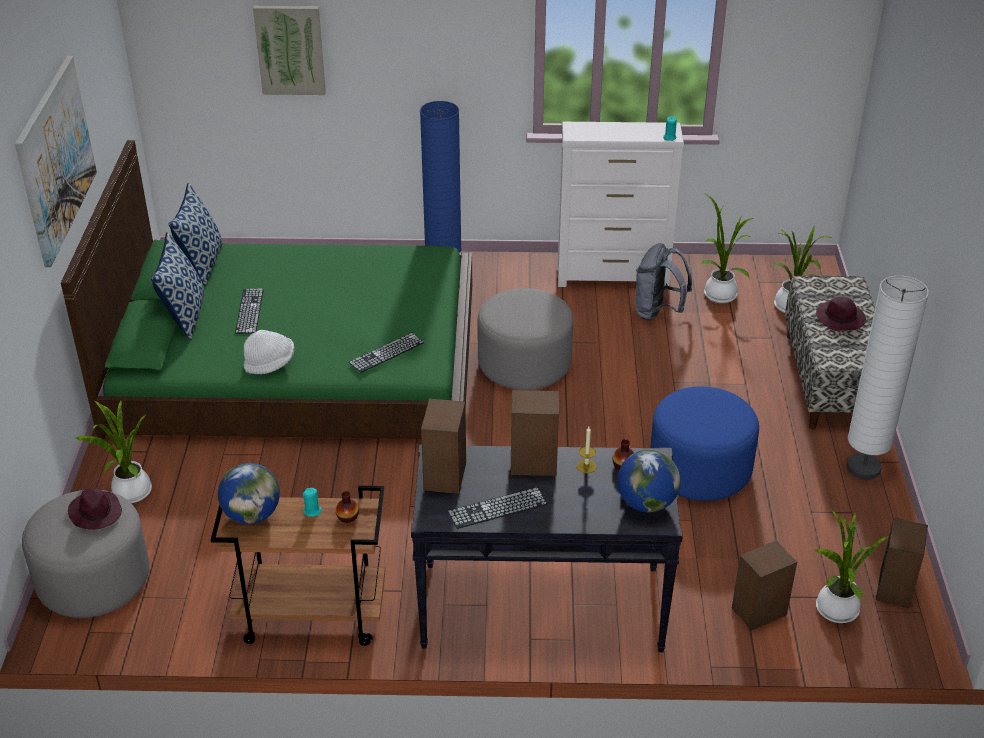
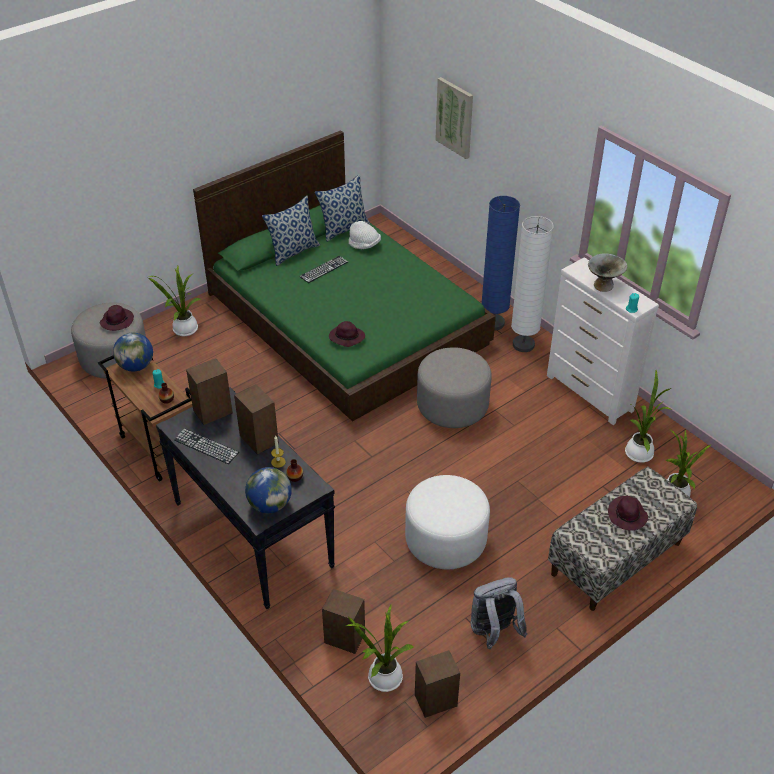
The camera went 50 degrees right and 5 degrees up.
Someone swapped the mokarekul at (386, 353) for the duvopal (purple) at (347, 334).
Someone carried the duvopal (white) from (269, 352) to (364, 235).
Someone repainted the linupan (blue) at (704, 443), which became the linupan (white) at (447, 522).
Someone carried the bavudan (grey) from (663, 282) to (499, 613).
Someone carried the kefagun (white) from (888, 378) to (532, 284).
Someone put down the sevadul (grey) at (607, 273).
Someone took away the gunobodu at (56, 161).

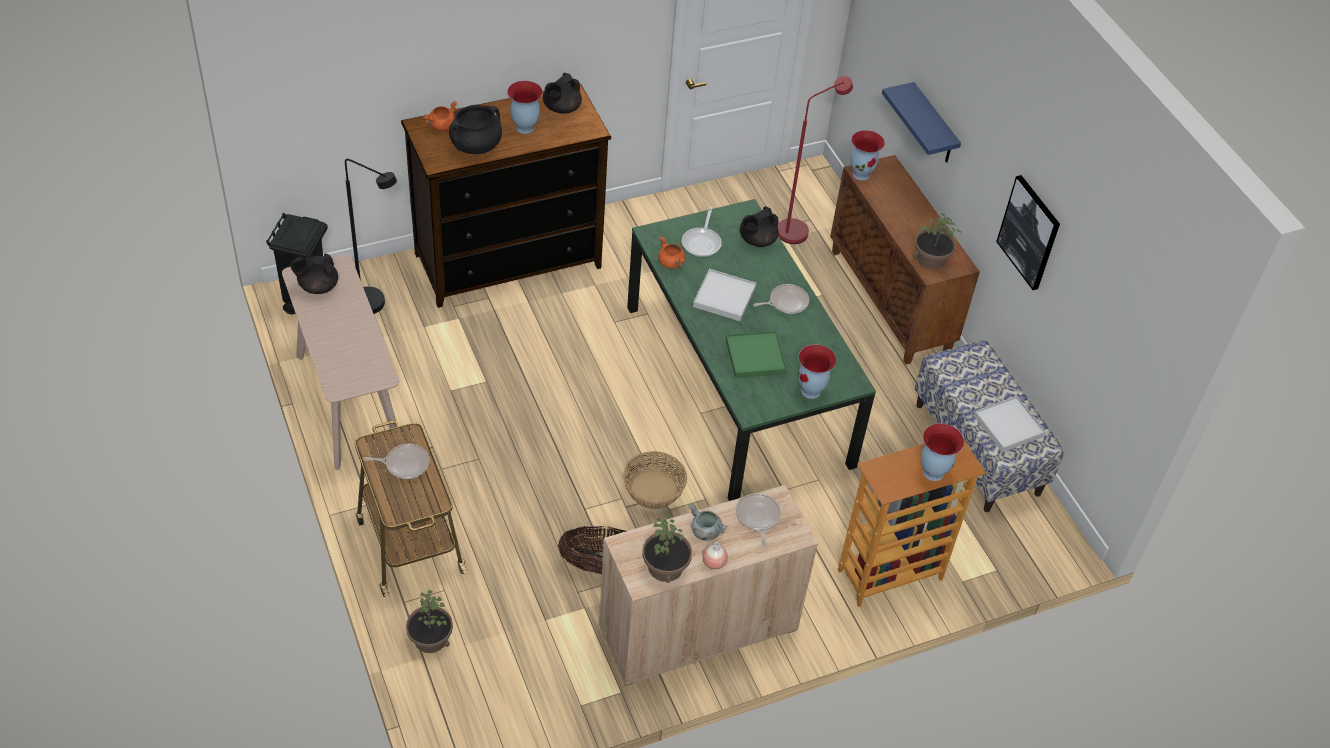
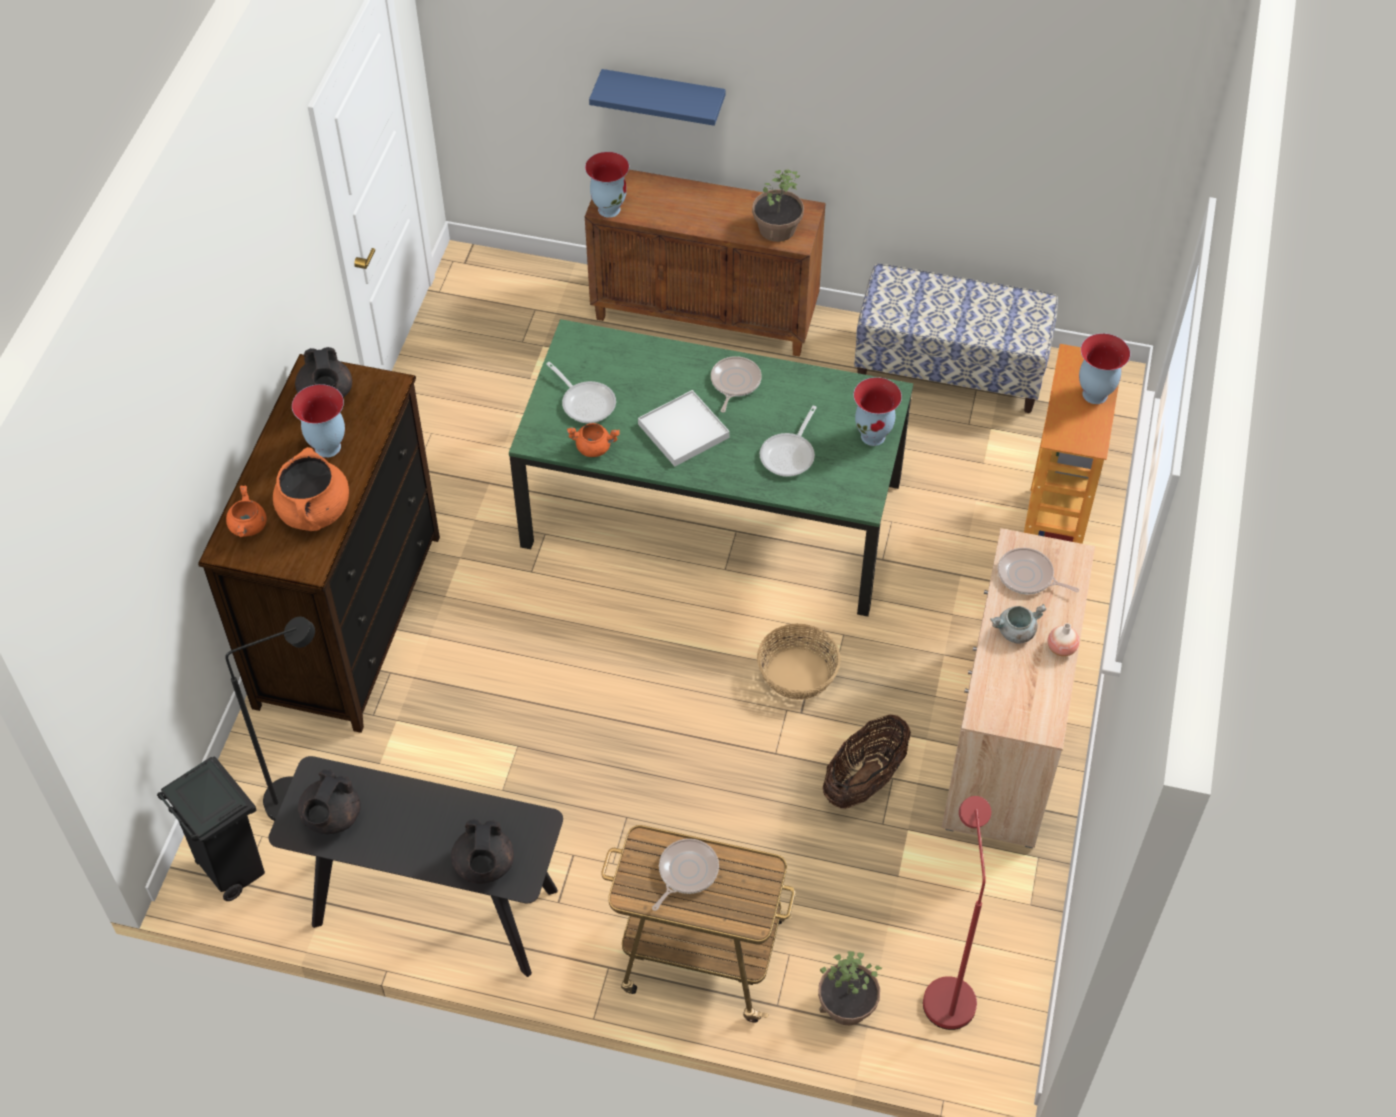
The camera went 50 degrees left and 5 degrees up.
Someone repainted the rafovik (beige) at (340, 362), which became the rafovik (black) at (416, 866).
Someone repainted the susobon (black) at (475, 129), which became the susobon (orange) at (311, 489).
Someone carried the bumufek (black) from (759, 226) to (482, 851).
Someone swapped the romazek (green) at (756, 354) for the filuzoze at (788, 441).
Someone carried the kefagun (red) from (815, 160) to (957, 913).
Someone took away the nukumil at (667, 549).
Someone took away the romazek (white) at (1010, 424).
Someone took away the gunobodu at (1028, 232).

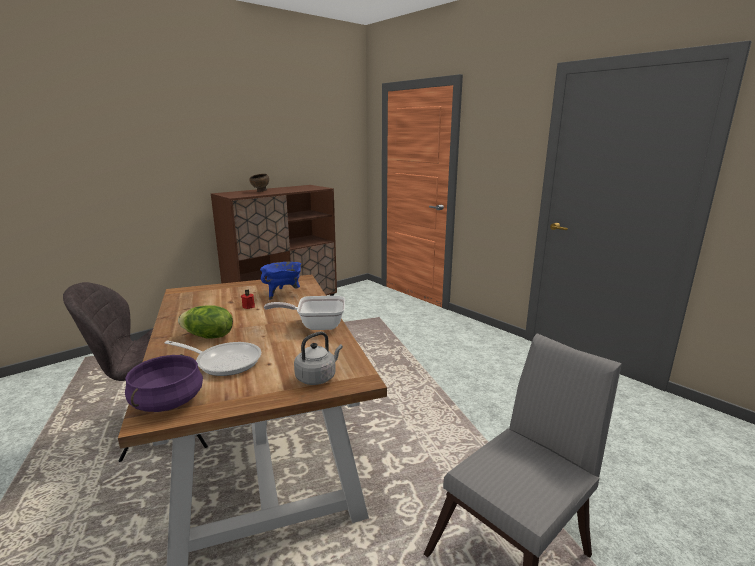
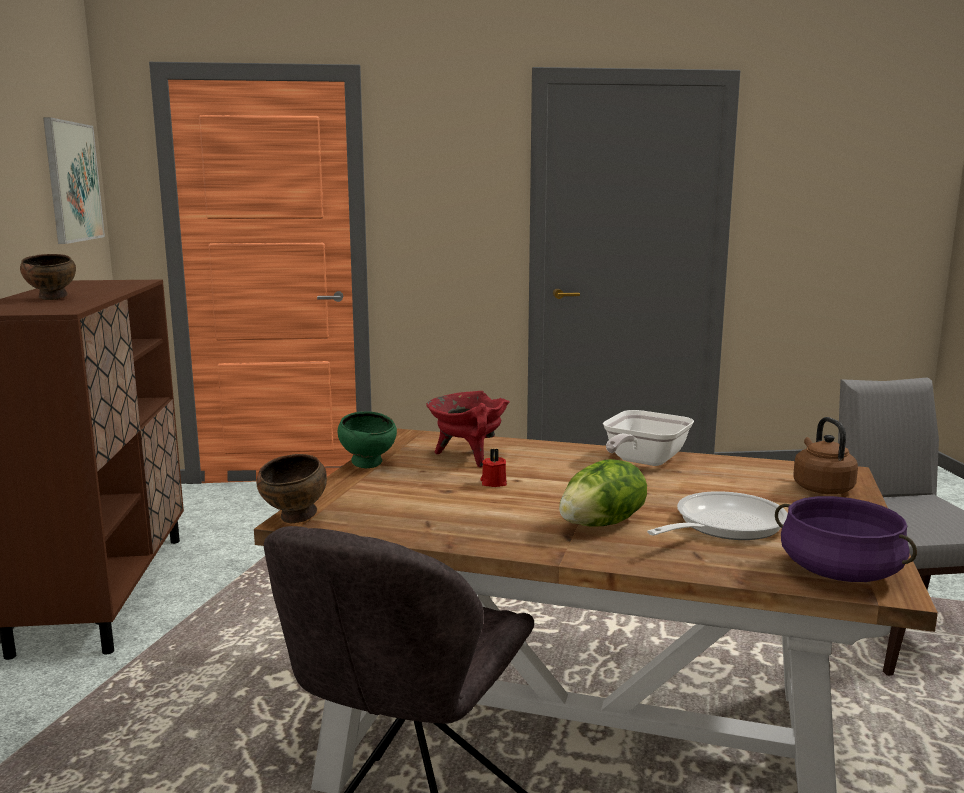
The camera went 55 degrees left and 5 degrees down.
Someone put up the gunobodu at (74, 180).
Someone put down the sevadul (brown) at (291, 488).
Someone put down the sevadul (green) at (367, 440).
Someone repainted the susobon (blue) at (280, 281), which became the susobon (red) at (468, 429).
Someone repainted the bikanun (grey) at (318, 358), which became the bikanun (brown) at (825, 455).

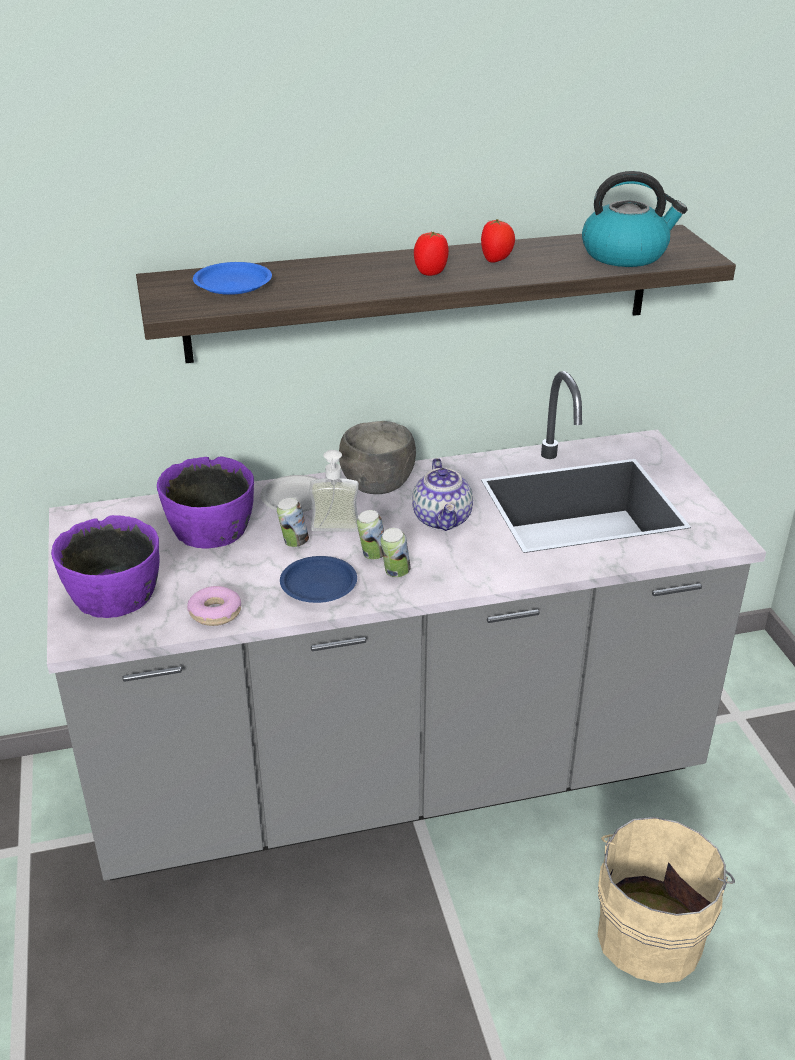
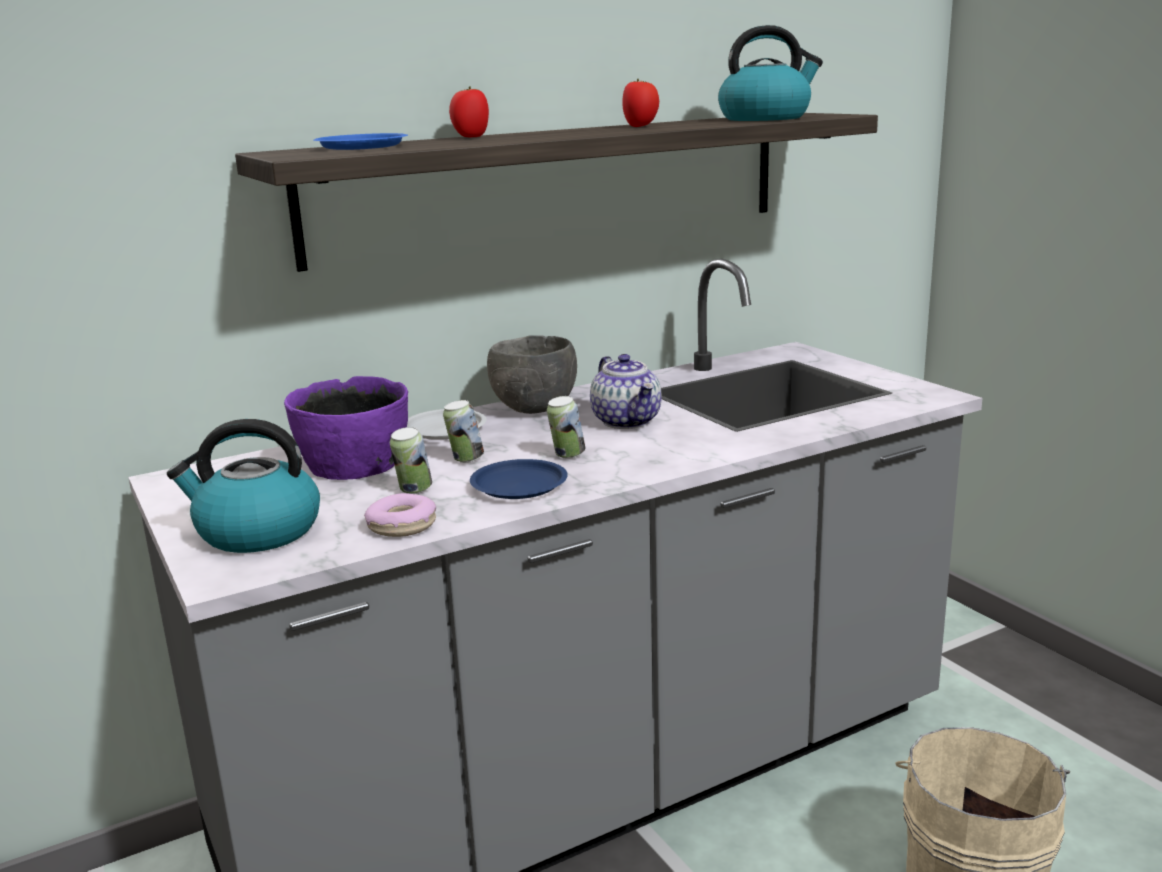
The camera went 15 degrees left and 15 degrees down.
Someone swapped the sevadul (purple) at (105, 566) for the bikanun at (243, 486).
Someone carried the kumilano from (395, 552) to (411, 460).
Someone carried the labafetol from (431, 254) to (469, 112).
Someone took away the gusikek at (334, 491).

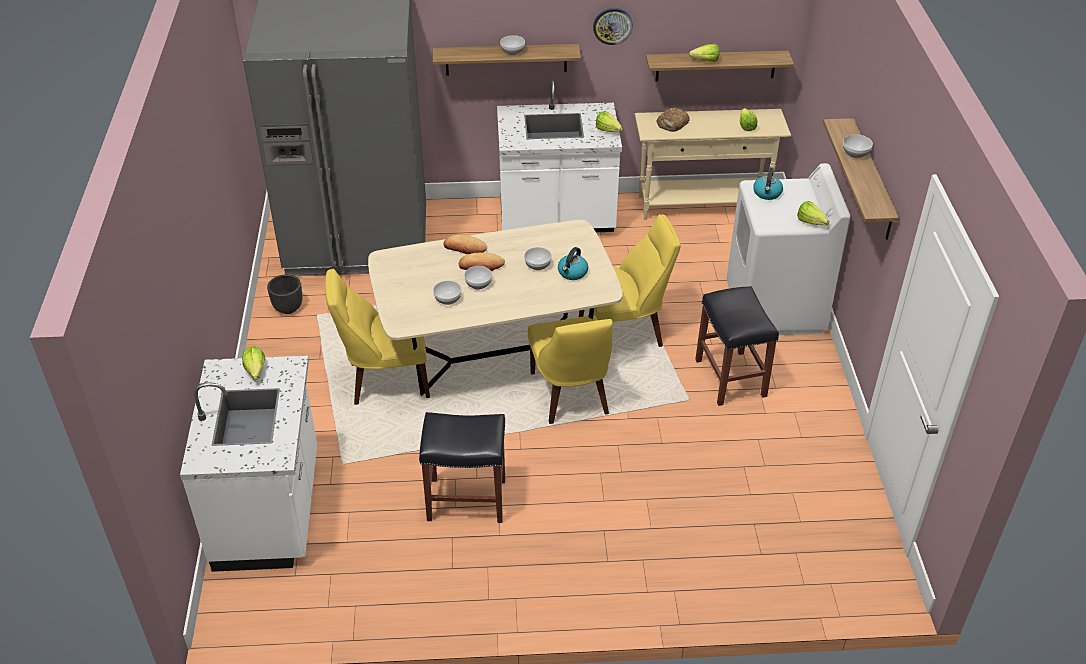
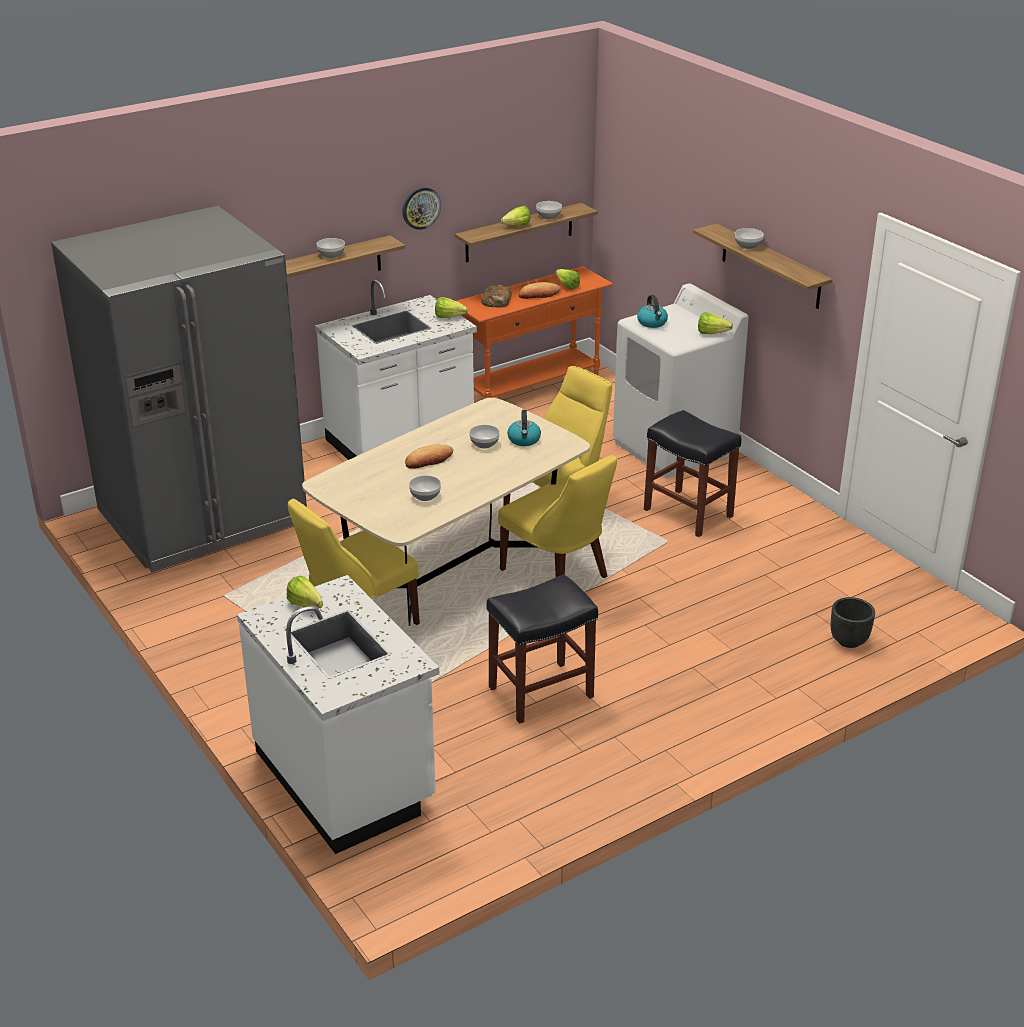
The camera went 30 degrees left and 10 degrees down.
Someone repainted the rafovik (beige) at (713, 164), which became the rafovik (orange) at (535, 332).
Someone carried the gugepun from (465, 244) to (540, 290).
Someone carried the sevadul from (478, 278) to (549, 210).
Someone carried the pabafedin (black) from (284, 294) to (853, 622).

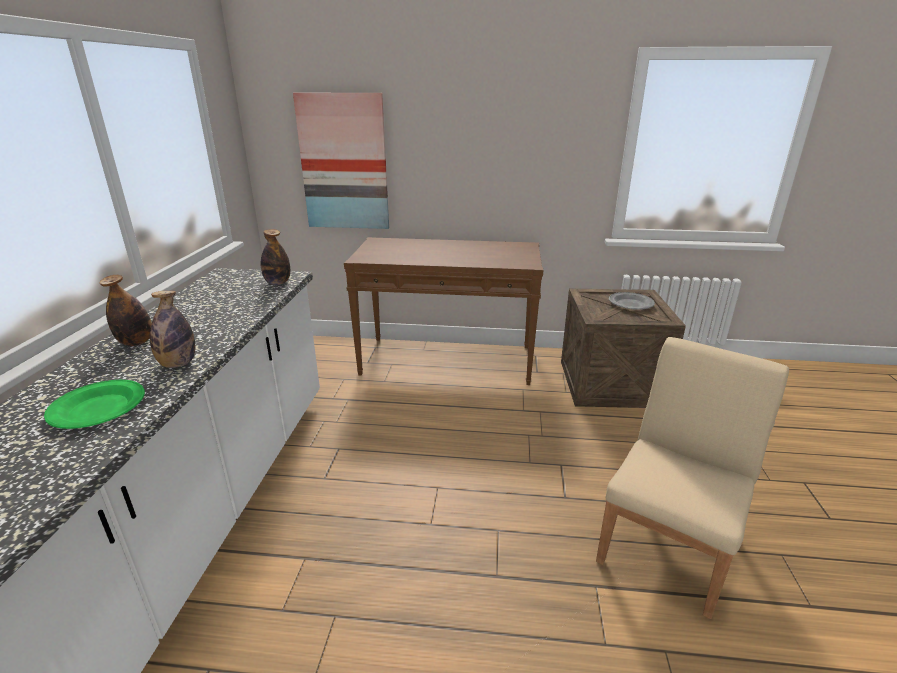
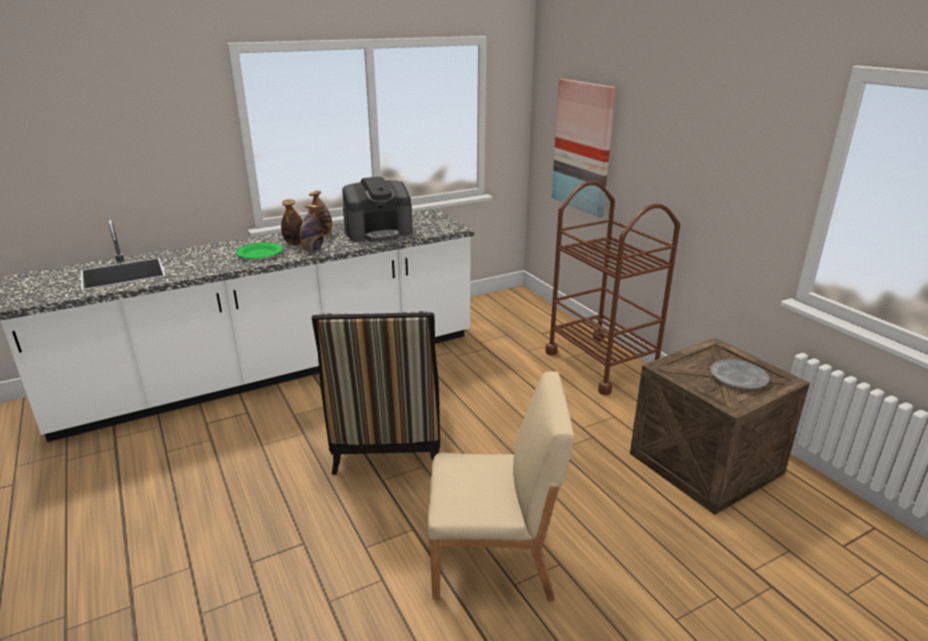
The camera went 55 degrees right and 0 degrees up.
Someone carried the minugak from (275, 257) to (292, 222).
Someone put down the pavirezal at (376, 393).
Someone put down the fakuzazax at (377, 209).
Someone swapped the rafovik (brown) at (443, 311) for the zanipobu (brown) at (612, 288).

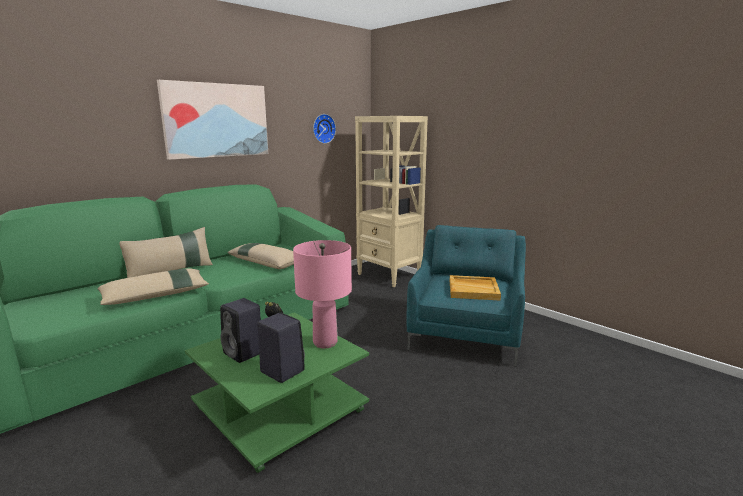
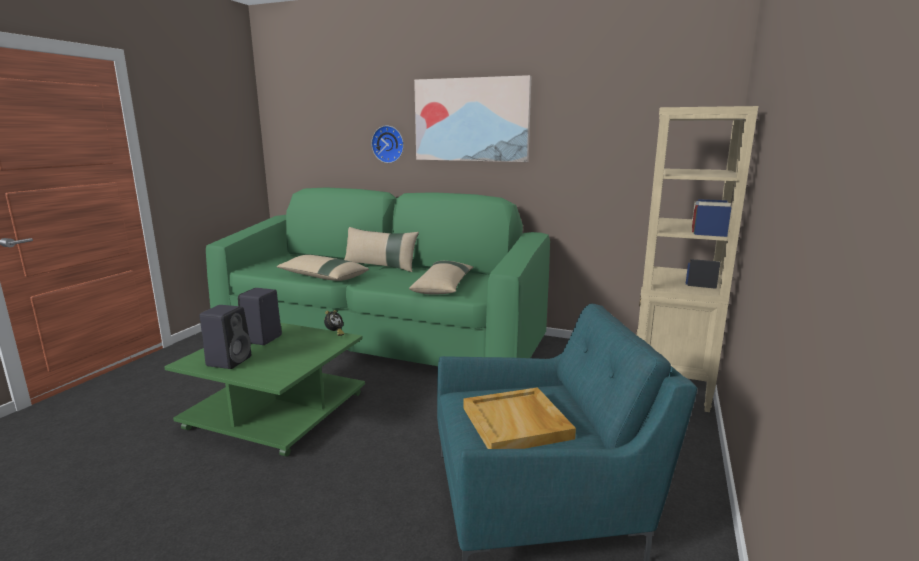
The camera went 65 degrees right and 0 degrees up.
Someone carried the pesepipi from (324, 129) to (387, 144).
Someone took away the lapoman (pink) at (322, 294).

